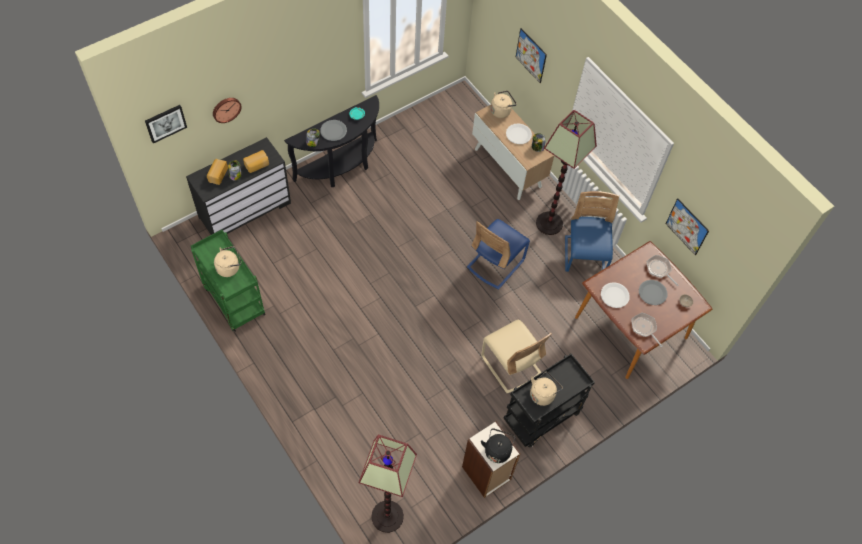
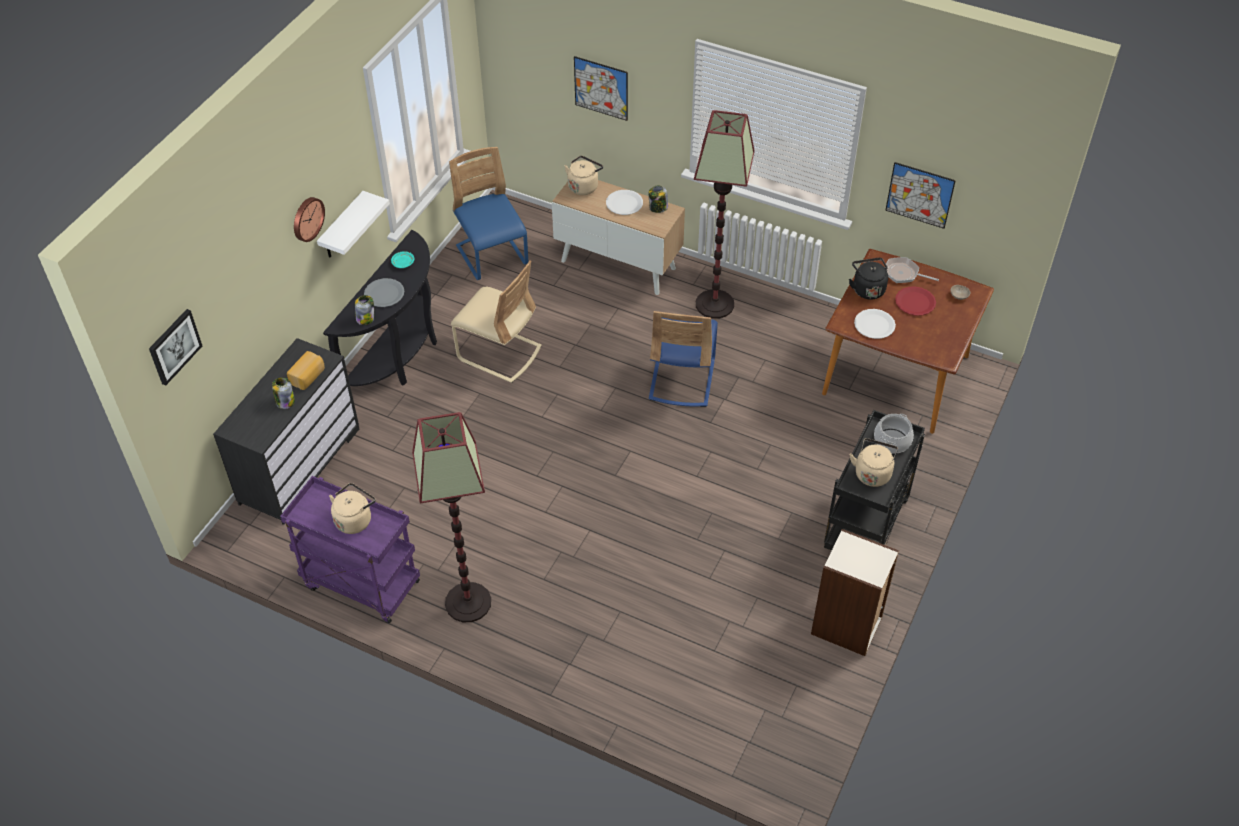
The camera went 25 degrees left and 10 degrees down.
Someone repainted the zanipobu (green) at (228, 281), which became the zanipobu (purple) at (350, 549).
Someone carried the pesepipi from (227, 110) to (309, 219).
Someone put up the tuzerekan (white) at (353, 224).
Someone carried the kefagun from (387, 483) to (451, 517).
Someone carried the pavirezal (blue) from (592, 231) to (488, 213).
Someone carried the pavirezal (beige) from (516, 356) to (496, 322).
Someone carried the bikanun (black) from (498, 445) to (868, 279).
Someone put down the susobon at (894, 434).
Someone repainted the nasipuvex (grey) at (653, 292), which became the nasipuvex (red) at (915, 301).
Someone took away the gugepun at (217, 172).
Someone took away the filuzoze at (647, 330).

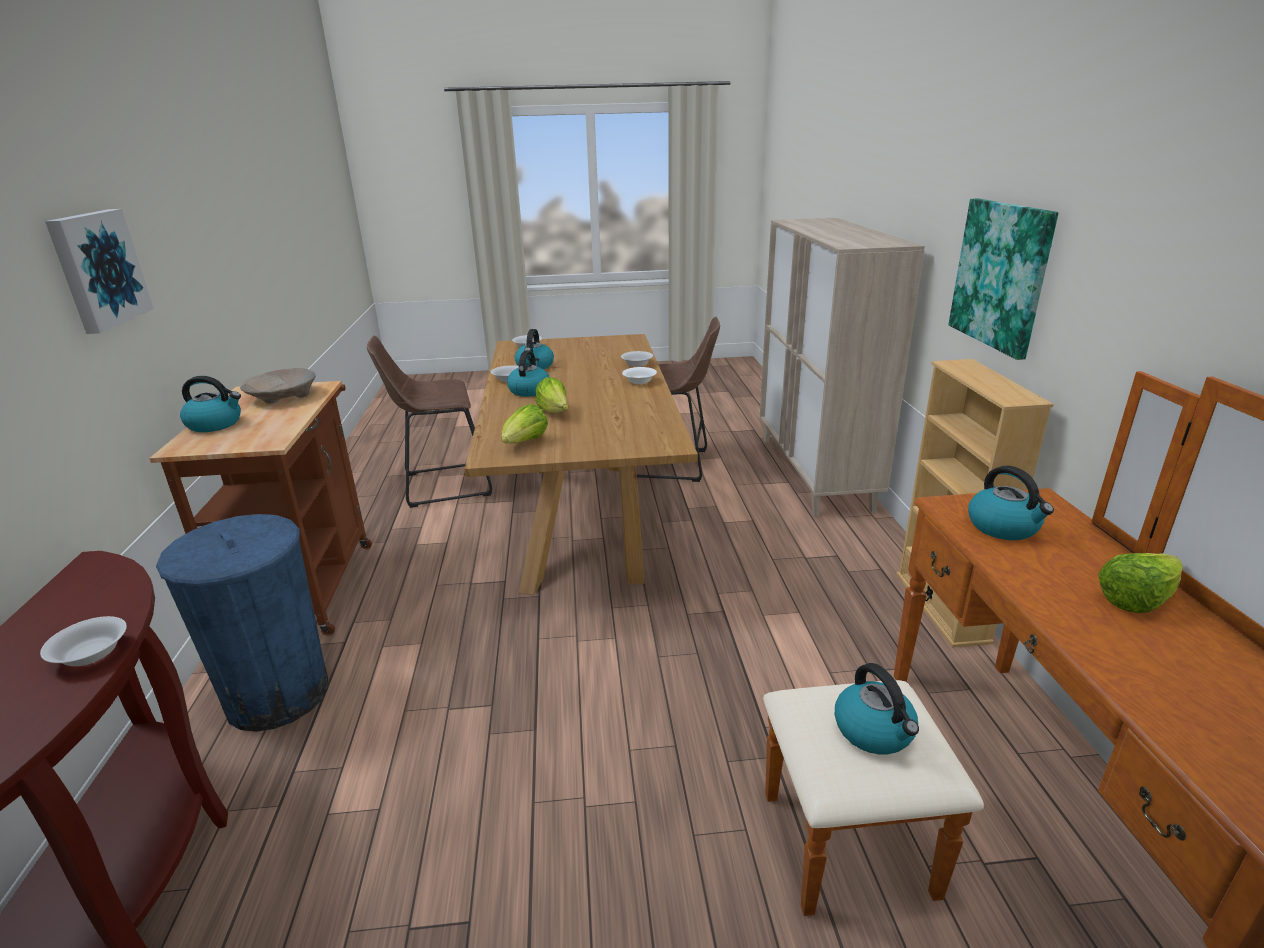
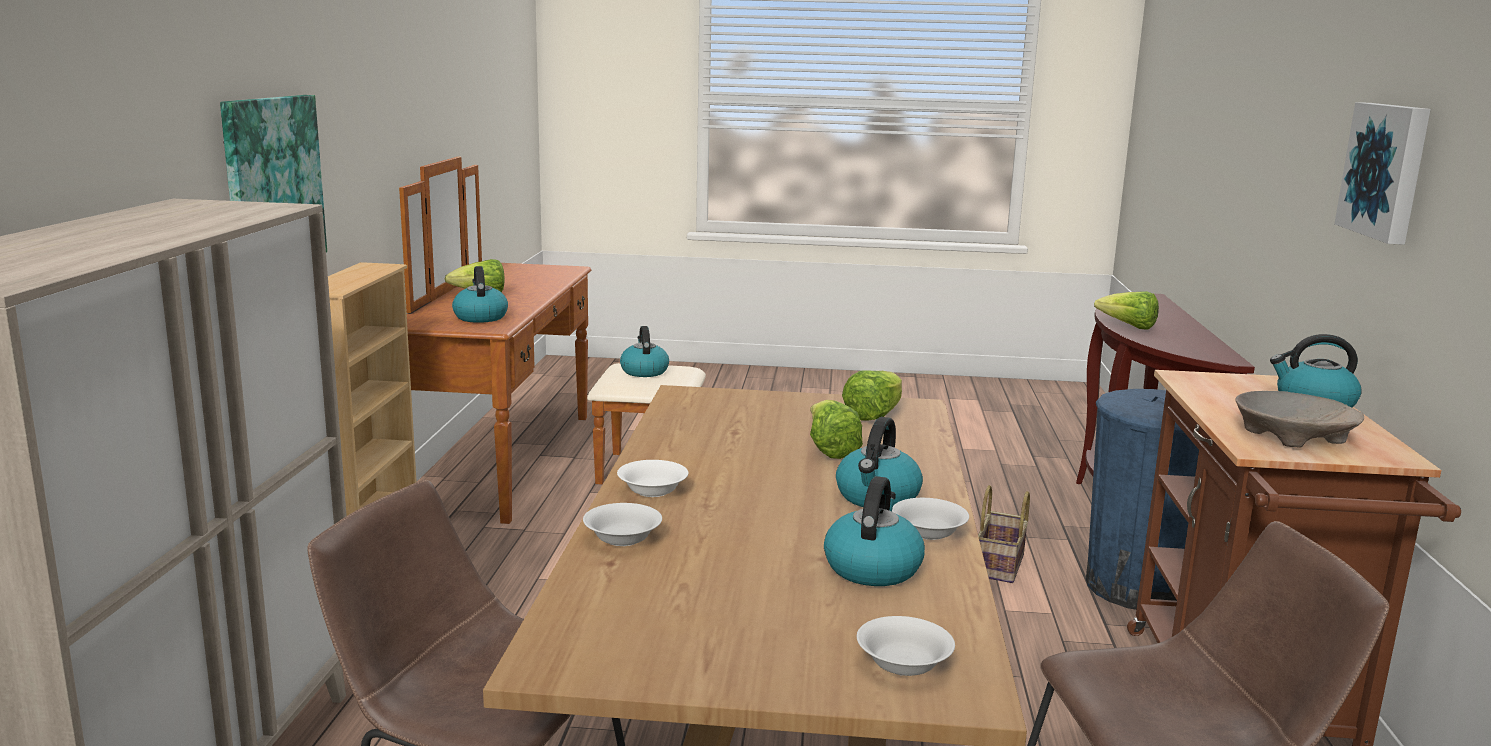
The camera went 170 degrees left and 10 degrees down.
Someone put down the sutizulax at (1004, 534).
Someone swapped the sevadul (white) at (83, 641) for the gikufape at (1126, 310).

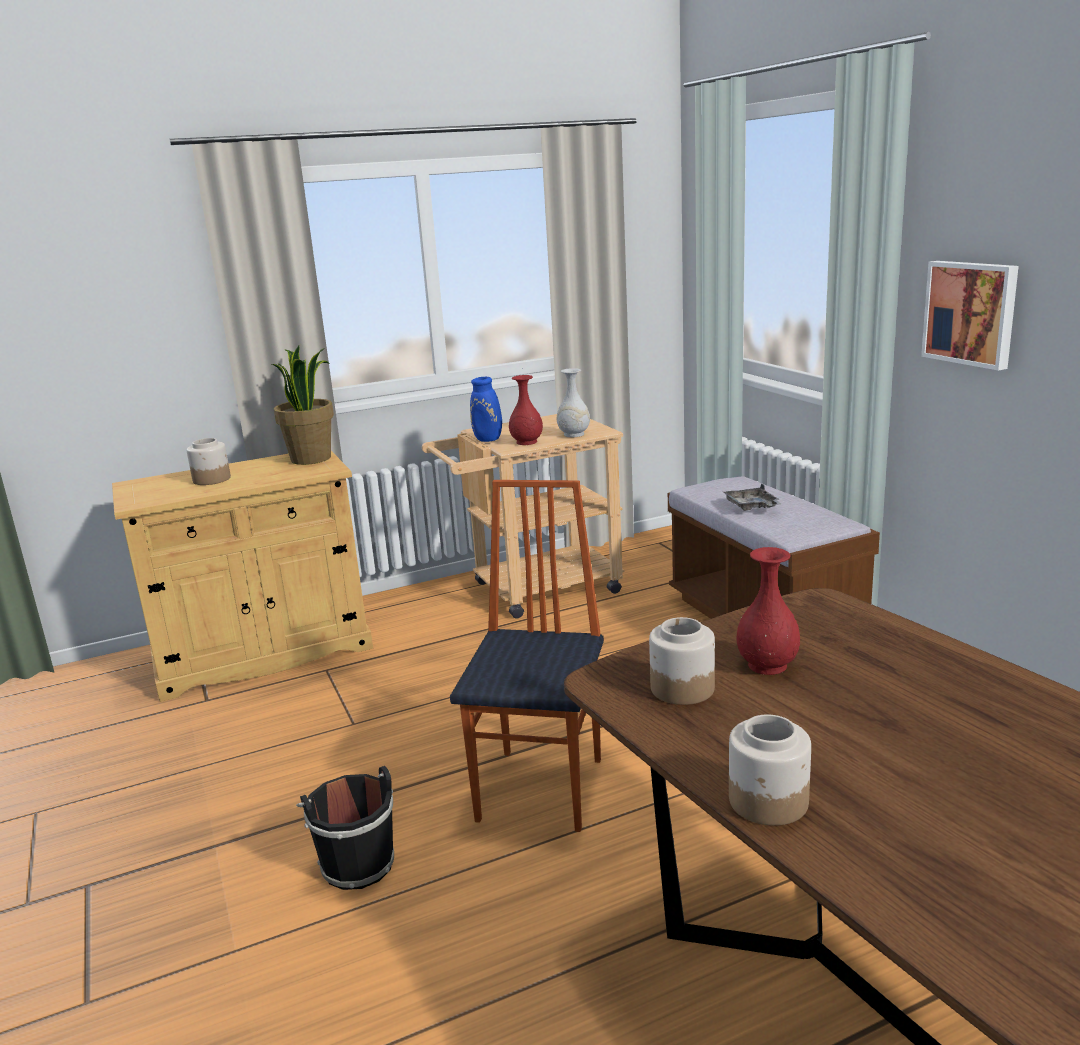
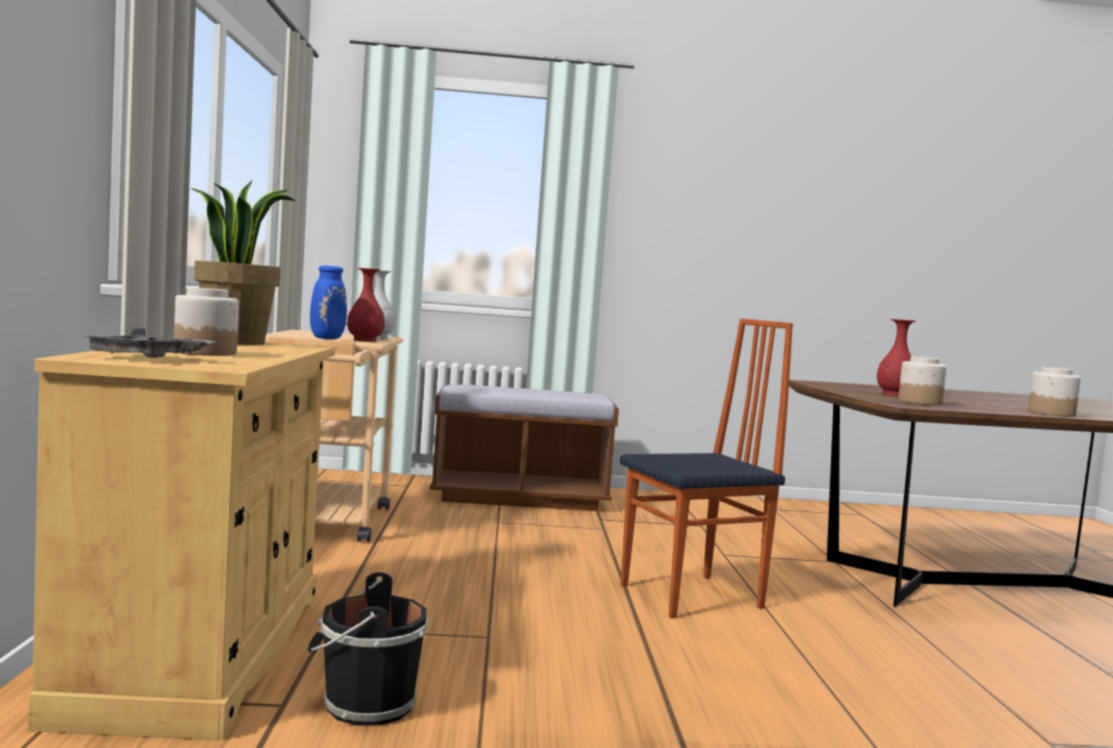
The camera went 70 degrees left and 15 degrees down.
Someone carried the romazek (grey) from (752, 497) to (147, 343).
Someone carried the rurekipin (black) from (345, 828) to (368, 649).
Someone rotated the pavirezal at (527, 656) by 120 degrees clockwise.
Someone took away the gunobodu at (970, 316).

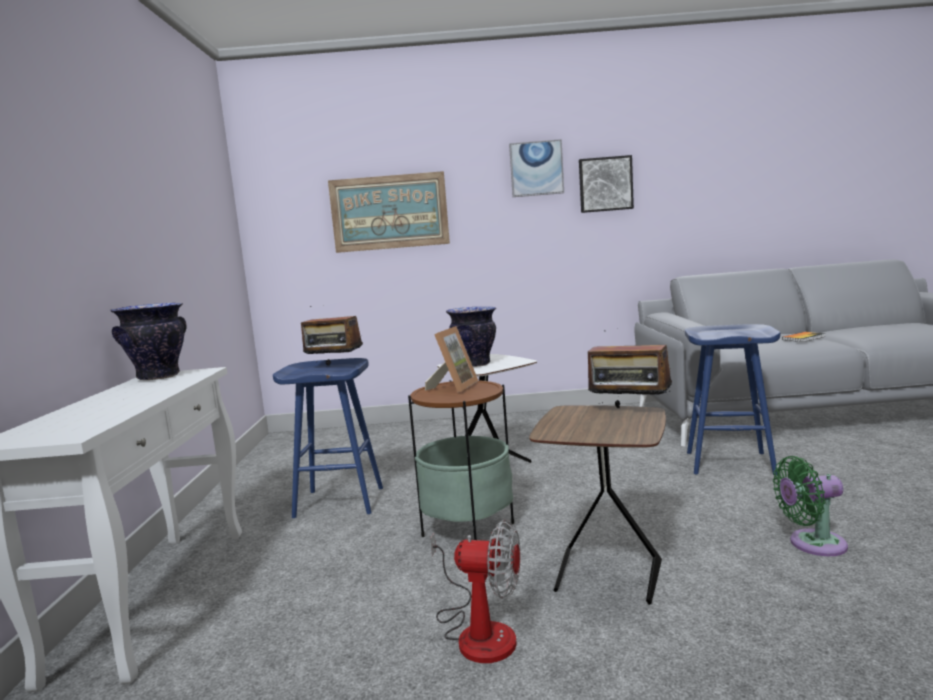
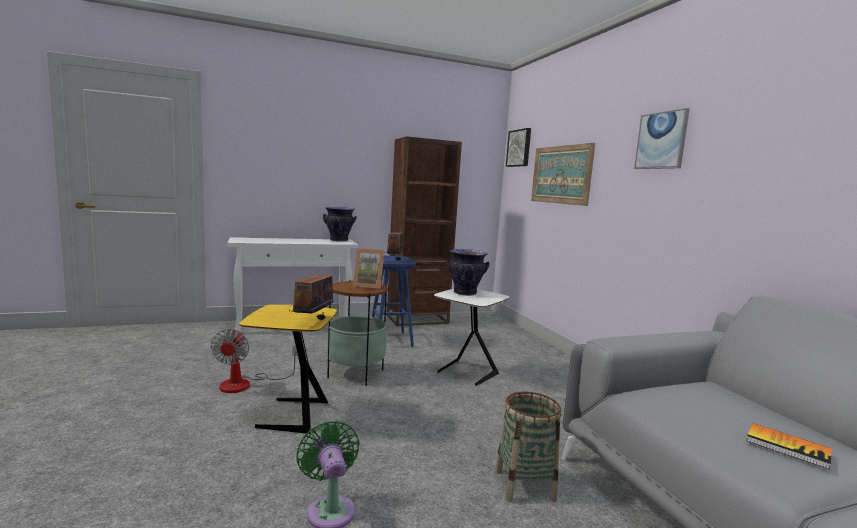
The camera went 70 degrees right and 0 degrees up.
Someone repainted the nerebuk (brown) at (597, 505), which became the nerebuk (yellow) at (288, 369).
Someone put down the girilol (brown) at (424, 231).
Someone swapped the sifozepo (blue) at (732, 400) for the sutizulax at (528, 446).
Someone carried the gunobodu from (606, 184) to (518, 147).

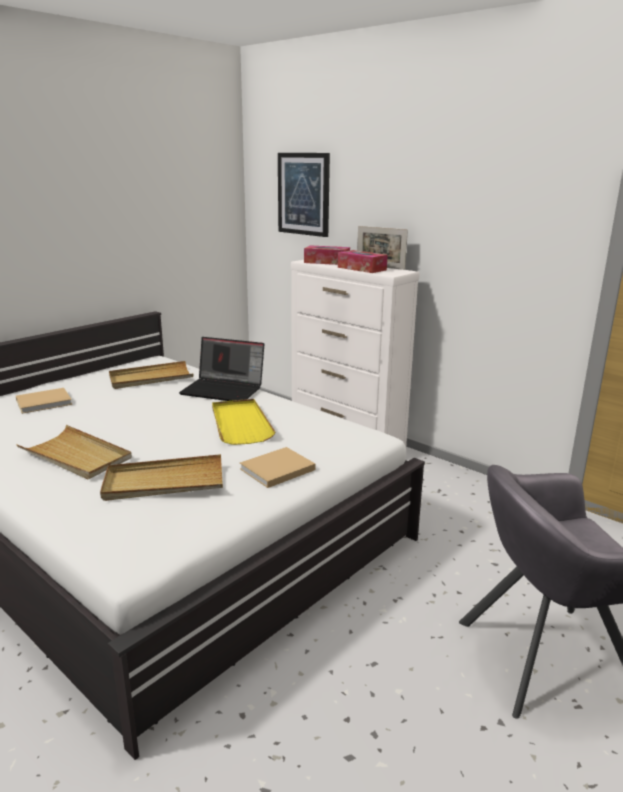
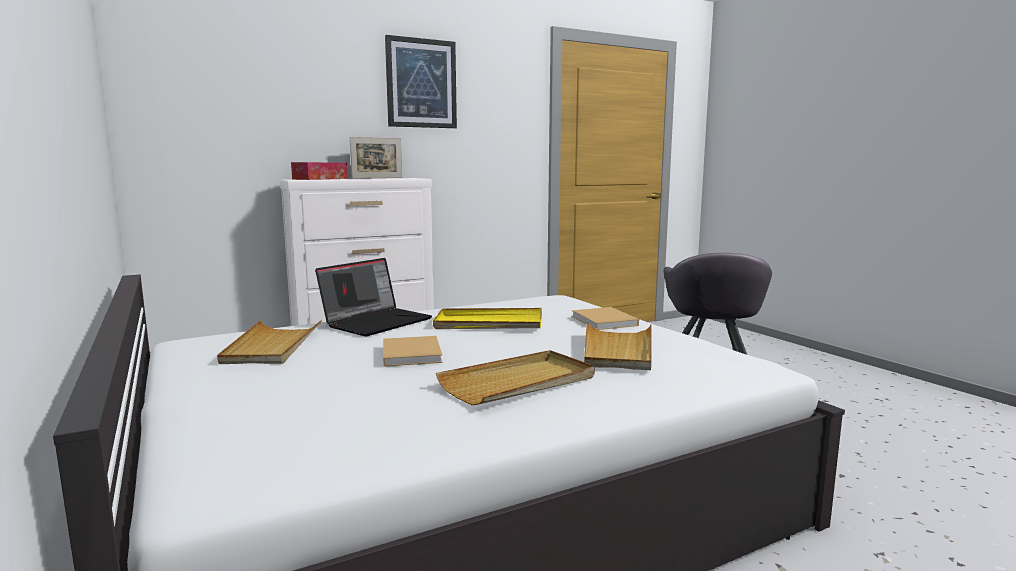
The camera went 70 degrees left and 10 degrees down.
Someone carried the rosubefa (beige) from (44, 401) to (412, 351).
Someone carried the gunobodu from (304, 195) to (421, 81).
Someone took away the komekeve at (363, 261).

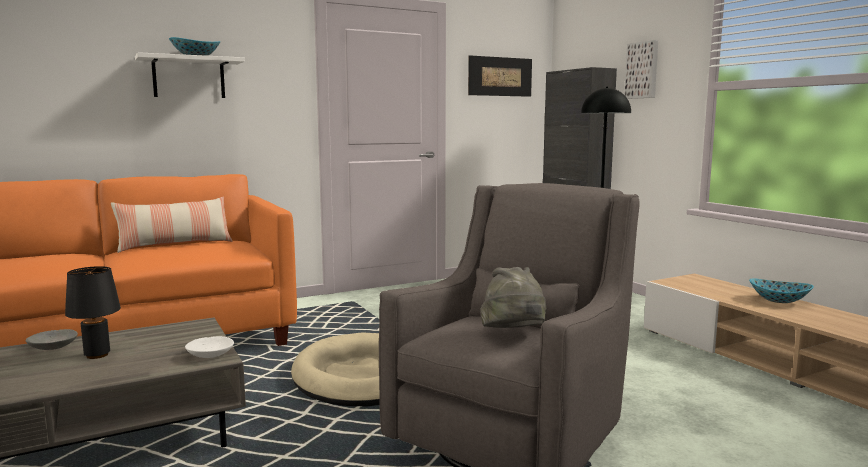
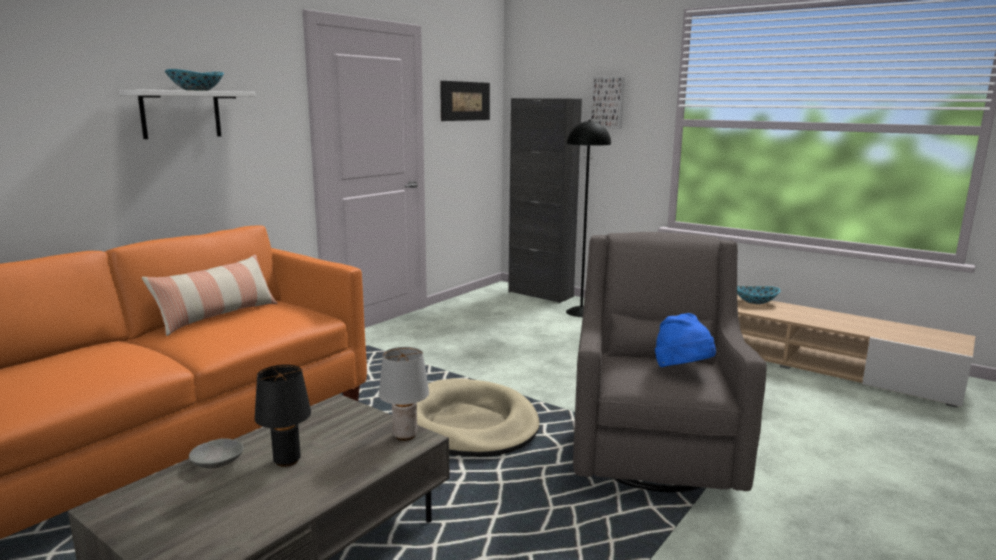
The camera went 25 degrees left and 5 degrees up.
Someone swapped the sevadul (white) at (209, 347) for the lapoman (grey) at (404, 394).
Someone repainted the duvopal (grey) at (513, 297), which became the duvopal (blue) at (685, 340).

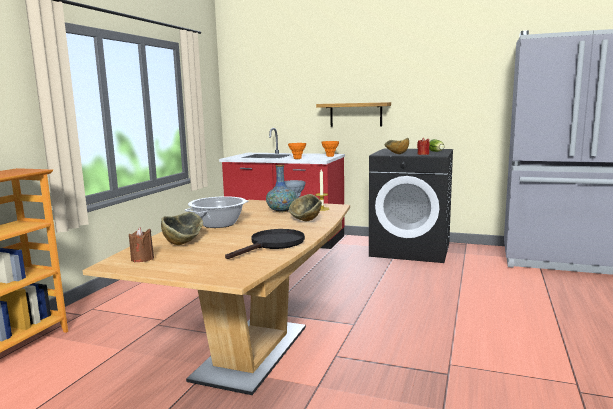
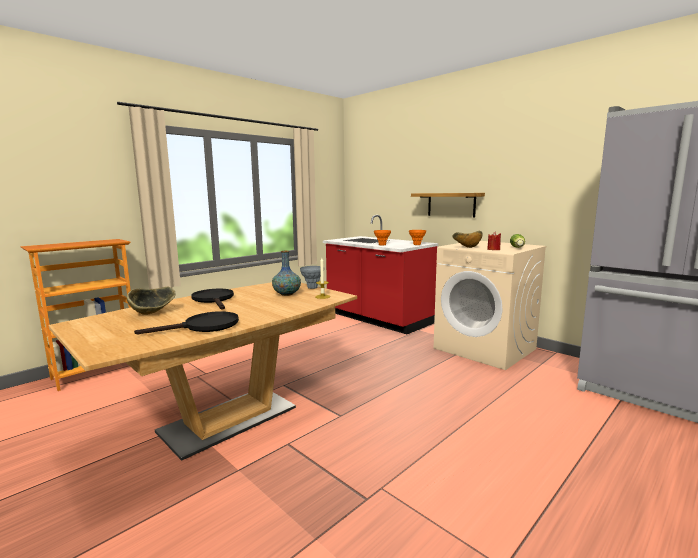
The camera went 25 degrees right and 0 degrees up.
Someone swapped the susobon at (216, 212) for the filuzoze (black) at (212, 299).
Someone repainted the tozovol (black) at (411, 205), which became the tozovol (beige) at (490, 305).
Someone took away the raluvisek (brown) at (141, 244).
Someone took away the sevadul at (305, 207).

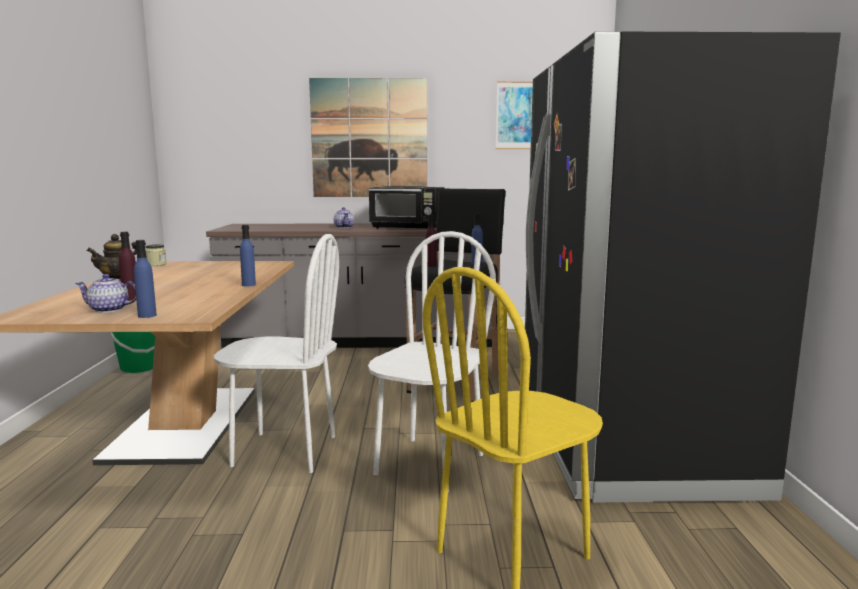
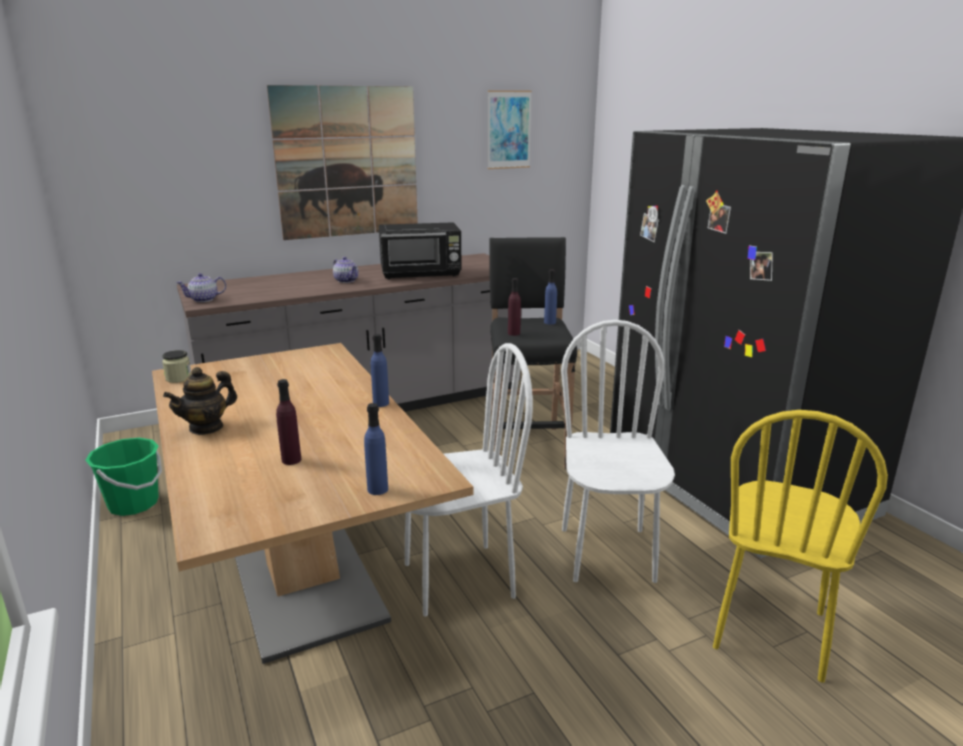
The camera went 25 degrees left and 10 degrees up.
Someone carried the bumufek from (105, 293) to (201, 287).

